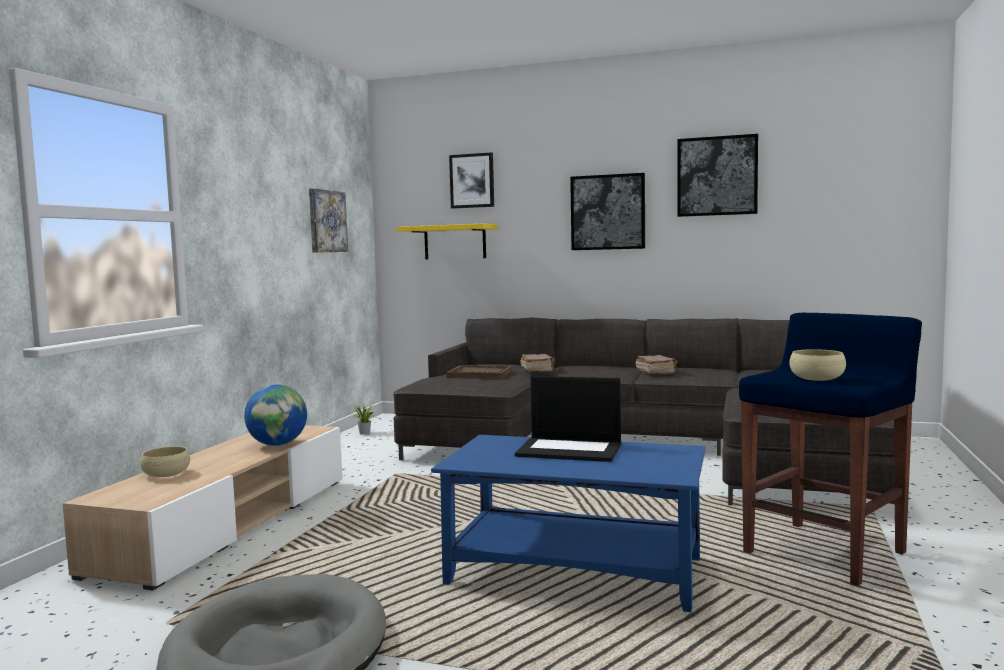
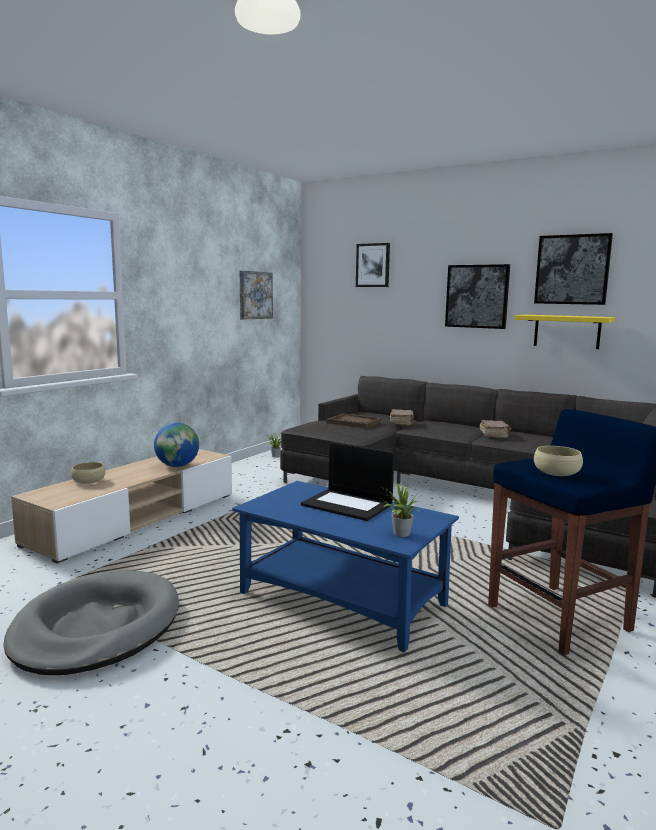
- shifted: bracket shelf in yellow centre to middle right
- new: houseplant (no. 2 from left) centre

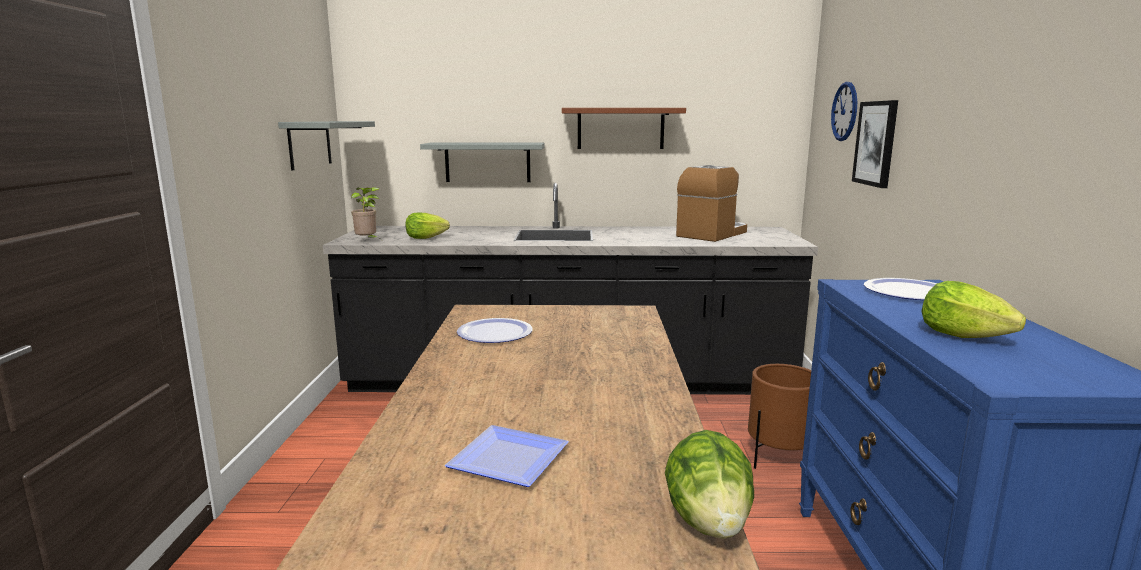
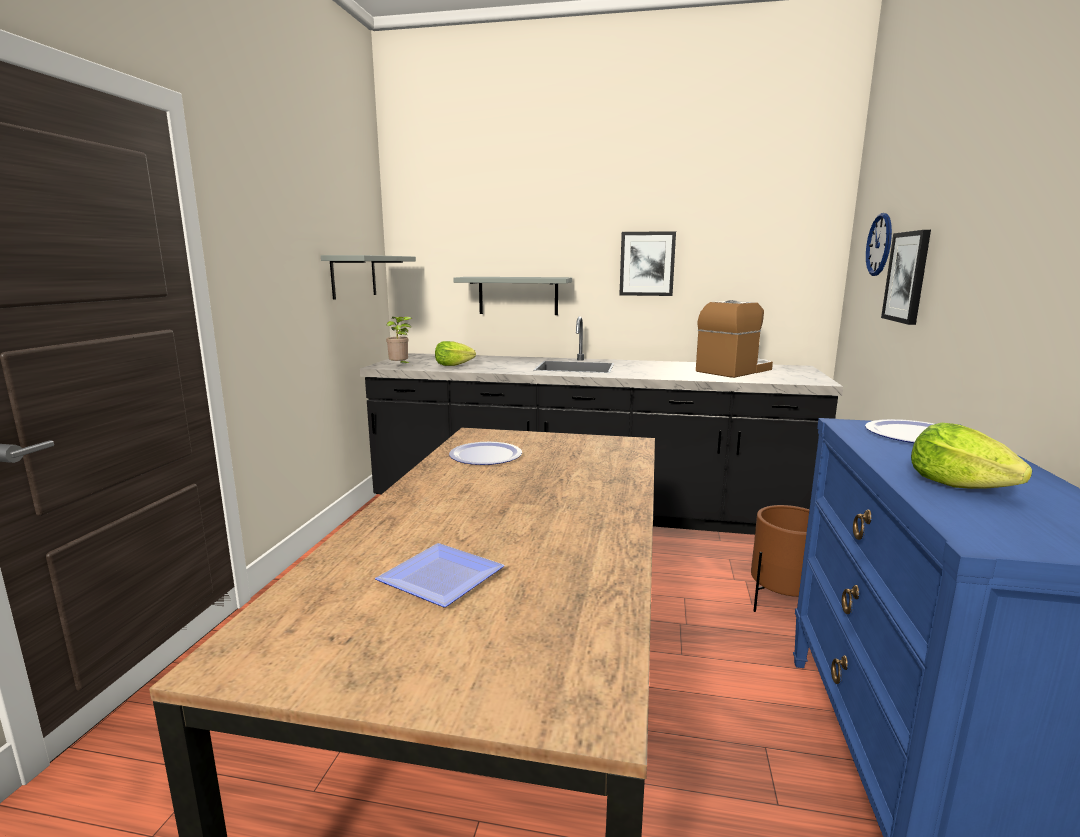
- swapped: bracket shelf in brownish top centre to wall art (no. 1 from left) top centre
- gone: lettuce head (no. 2 from left) bottom centre

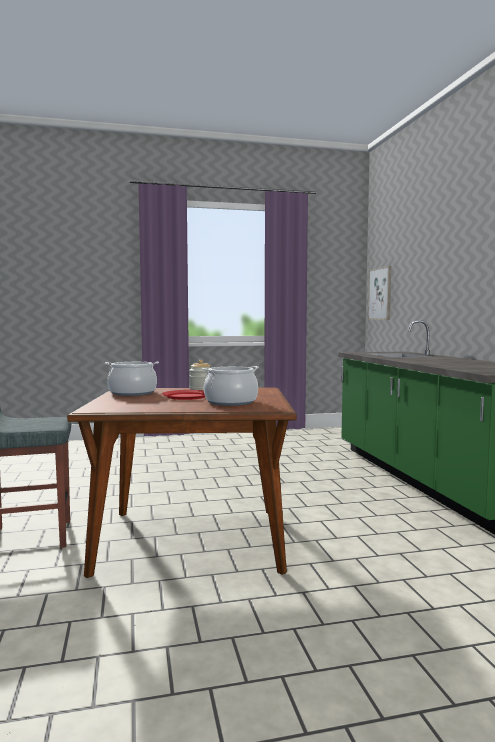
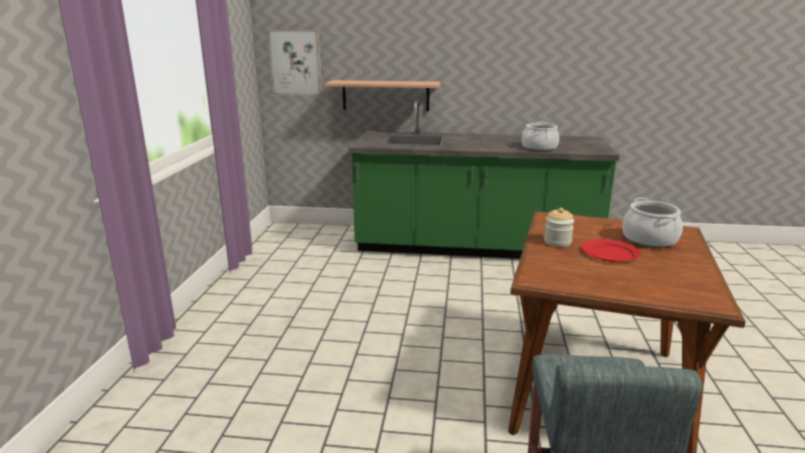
- shifted: cooking pot (no. 1 from left) middle left to top right
- new: bracket shelf top centre

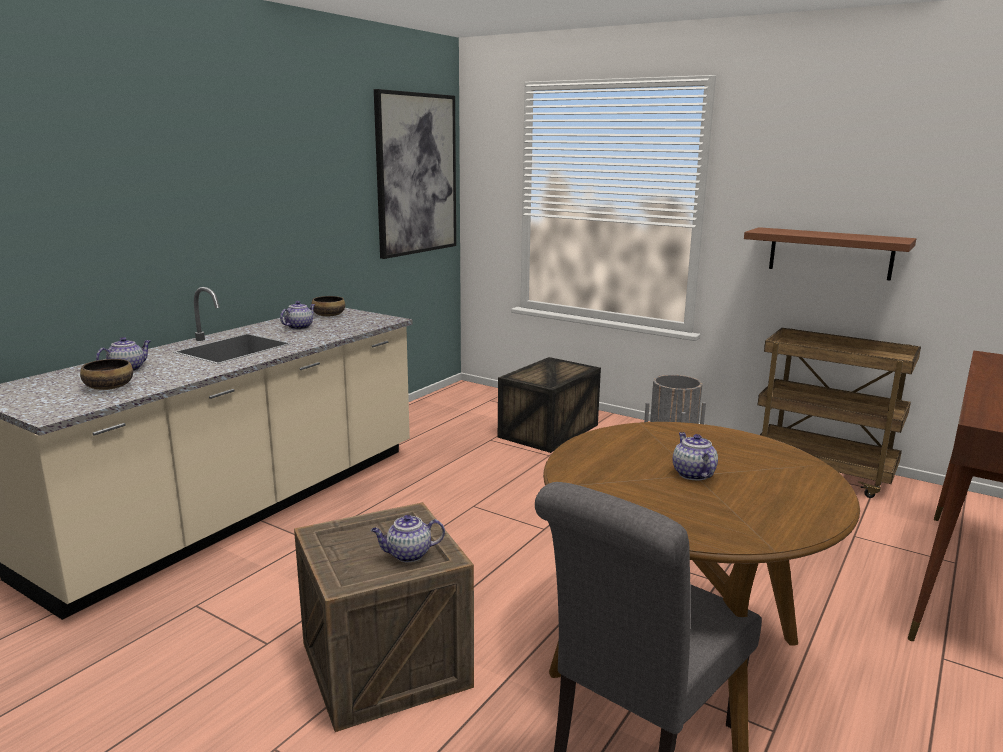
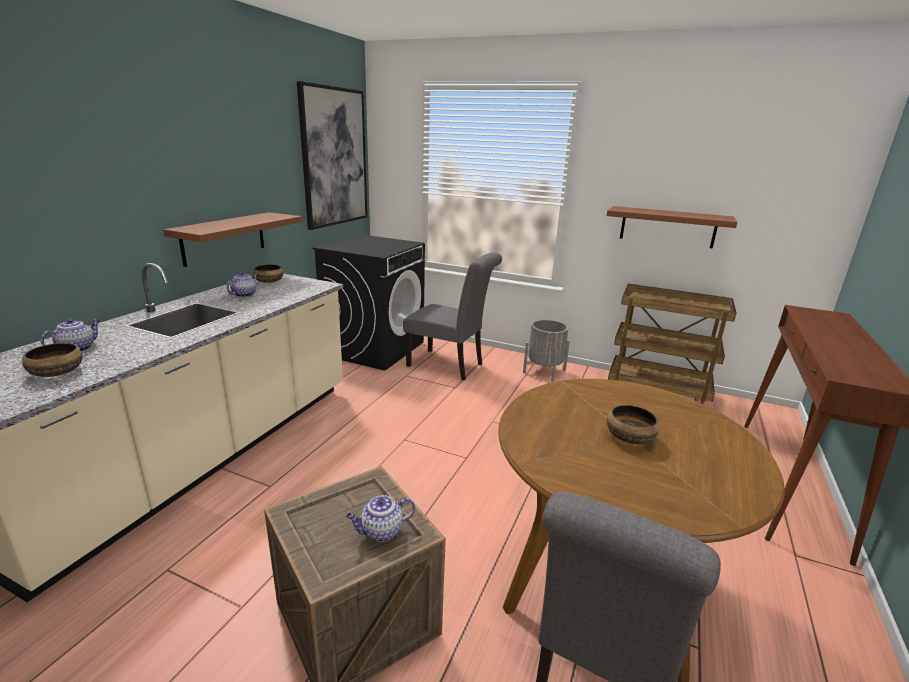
- swapped: crate (no. 2 from left) centre to upright chair in gray (no. 1 from left) centre
- swapped: teapot (no. 4 from left) middle right to deep dish (no. 3 from left) middle right
- new: bracket shelf in brownish (no. 1 from left) middle left
- new: laundry machine in black-coloured centre

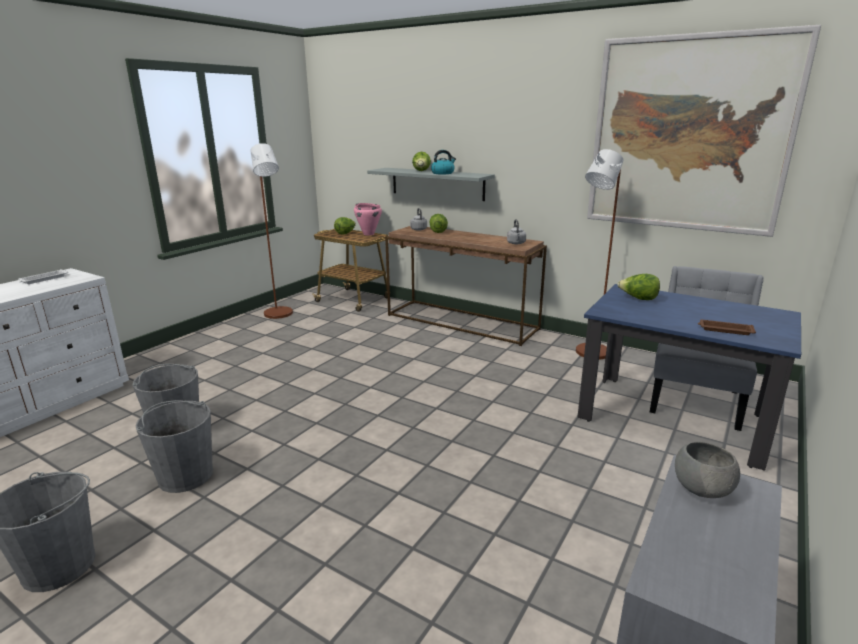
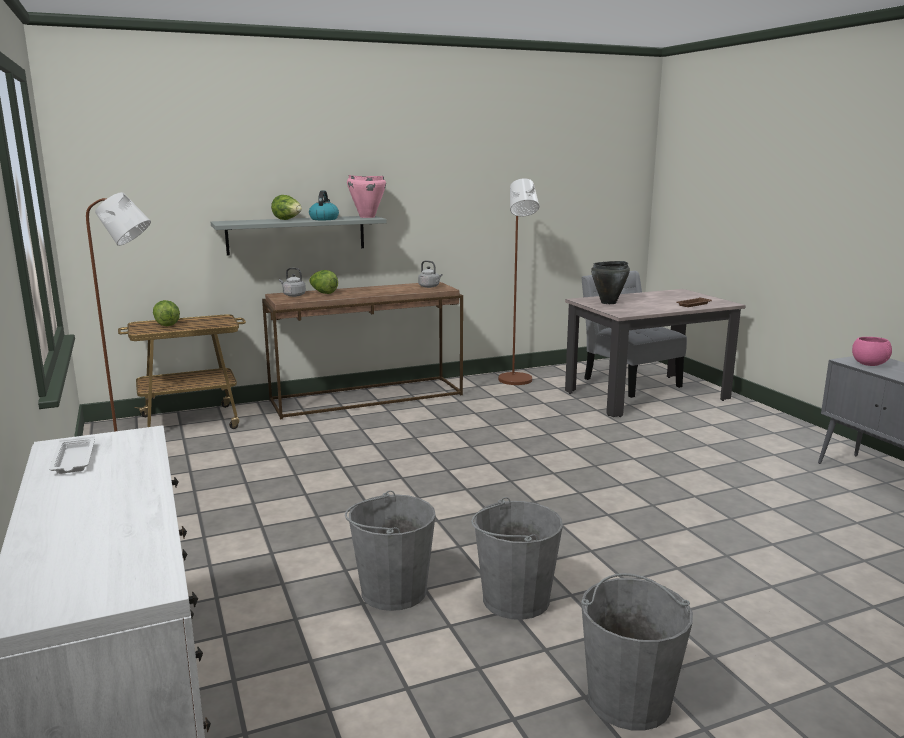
- gone: wall art top right
- shifted: cooking pot in pinkish centre to top centre
- swapped: lettuce head (no. 4 from left) middle right to cooking pot in black-coloured middle right
- repainted: dining table in blue-coloured middle right to dining table in beige-coloured middle right
- repainted: deep dish in gray bottom right to deep dish in pinkish middle right

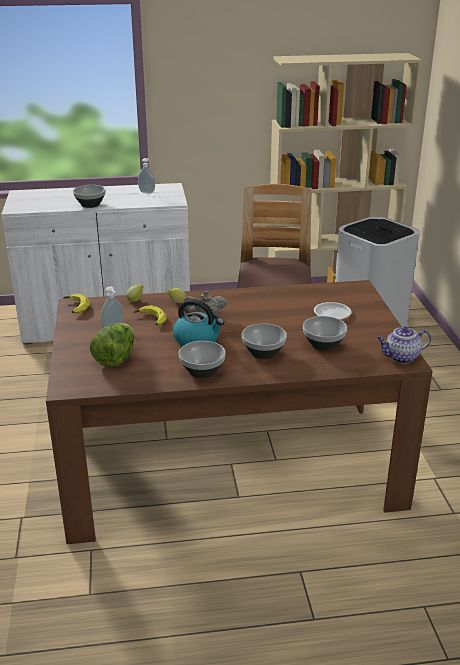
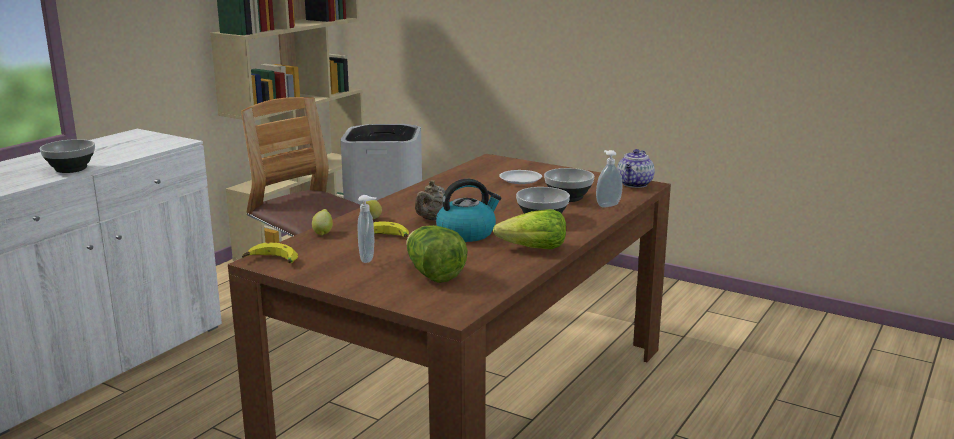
- shifted: liquid soap bottle (no. 2 from left) top left to centre
- swapped: deep dish (no. 2 from left) centre to lettuce head (no. 2 from left) centre

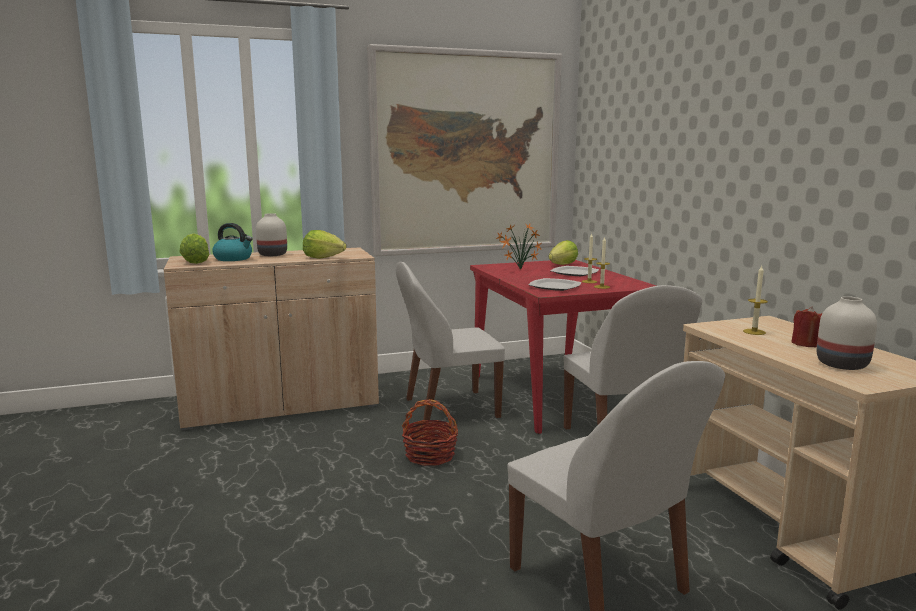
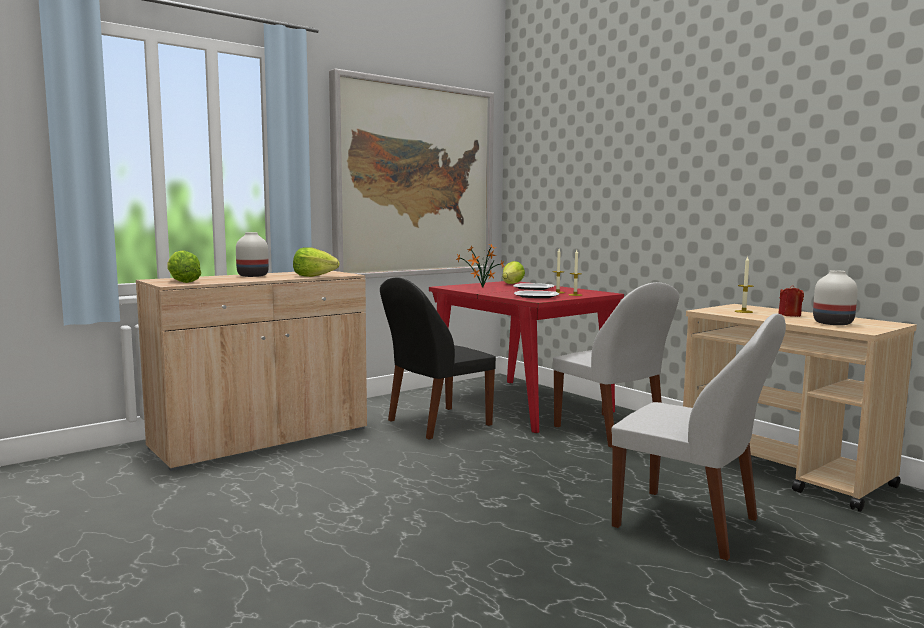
- gone: tea kettle middle left
- repainted: upright chair in white-coloured (no. 1 from left) centre to upright chair in black-coloured centre
- gone: household basket bottom centre

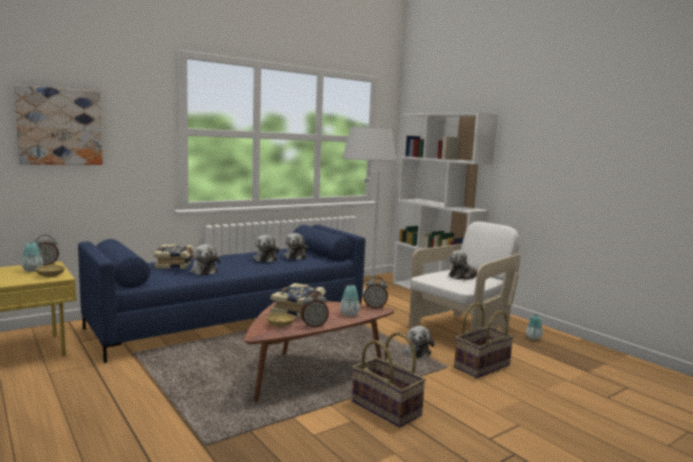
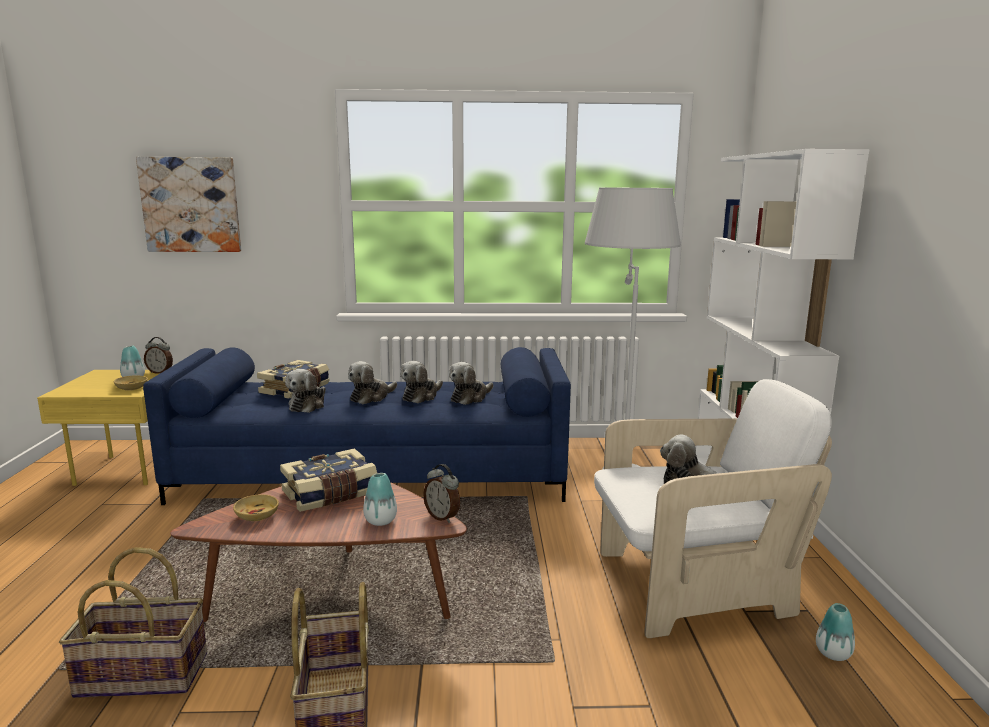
- gone: table clock (no. 2 from left) bottom centre
- shifted: household basket (no. 2 from left in the first image) bottom right to household basket (no. 1 from left) bottom left
- shifted: cuddly toy (no. 4 from left in the first image) bottom centre to cuddly toy (no. 2 from left) centre

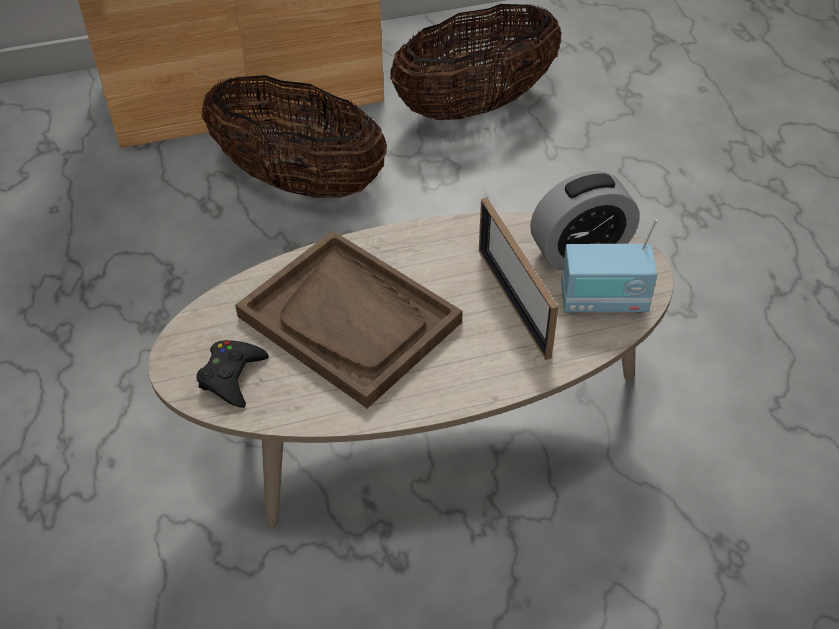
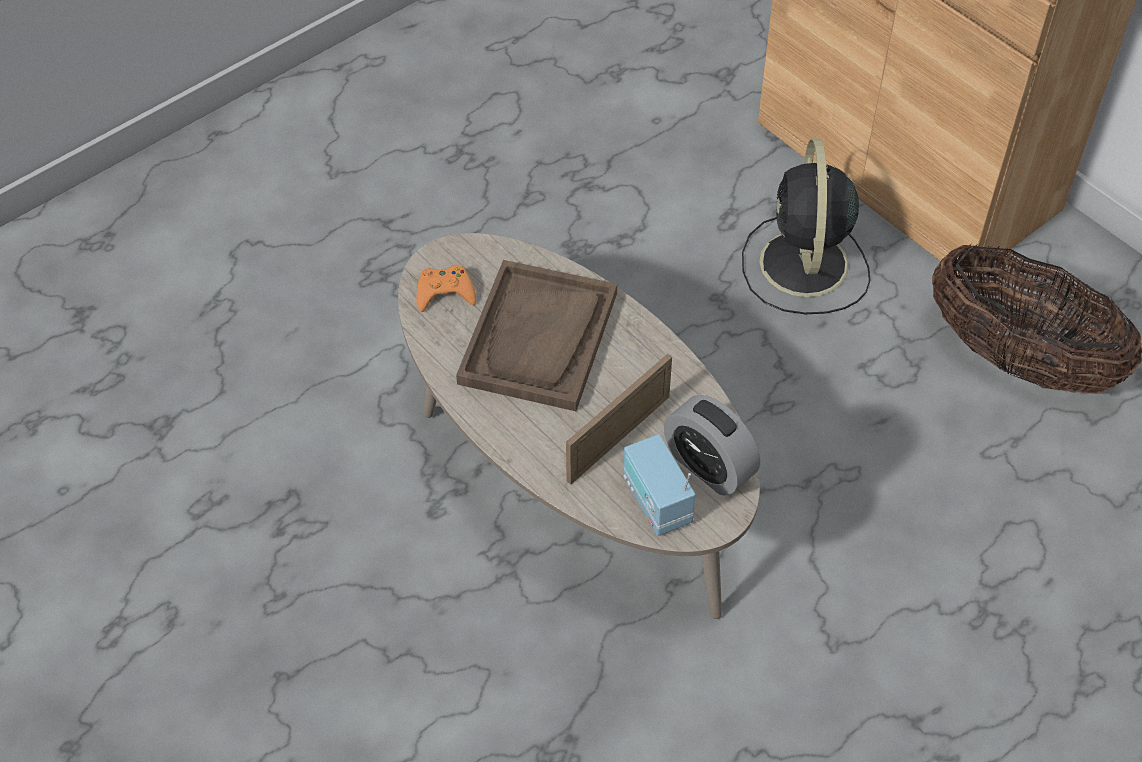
- swapped: household basket (no. 1 from left) top centre to fan in black-coloured top right
- repainted: joypad in black-coloured middle left to joypad in orange centre

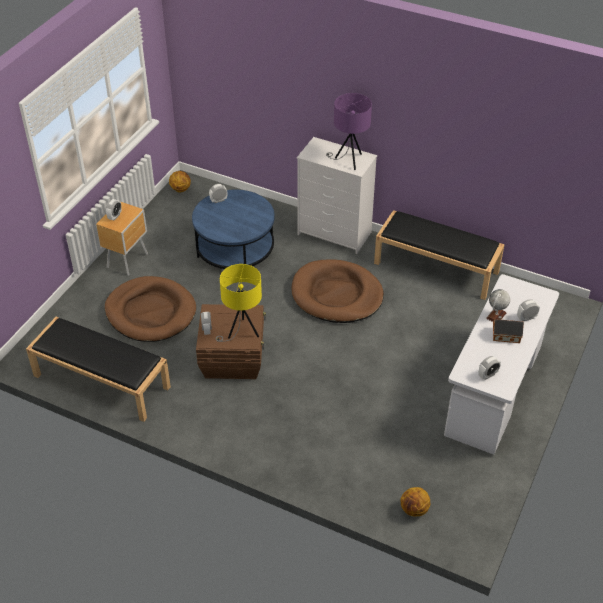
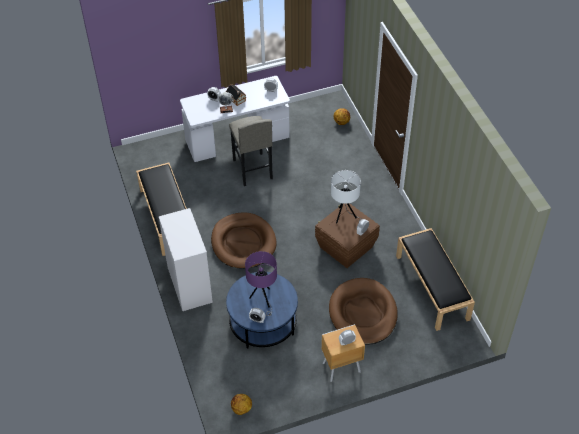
- shifted: lamp for a table in purple-coloured top centre to centre
- repainted: lamp for a table in yellow centre to lamp for a table in white-coloured centre
- new: stool seat in gray centre

